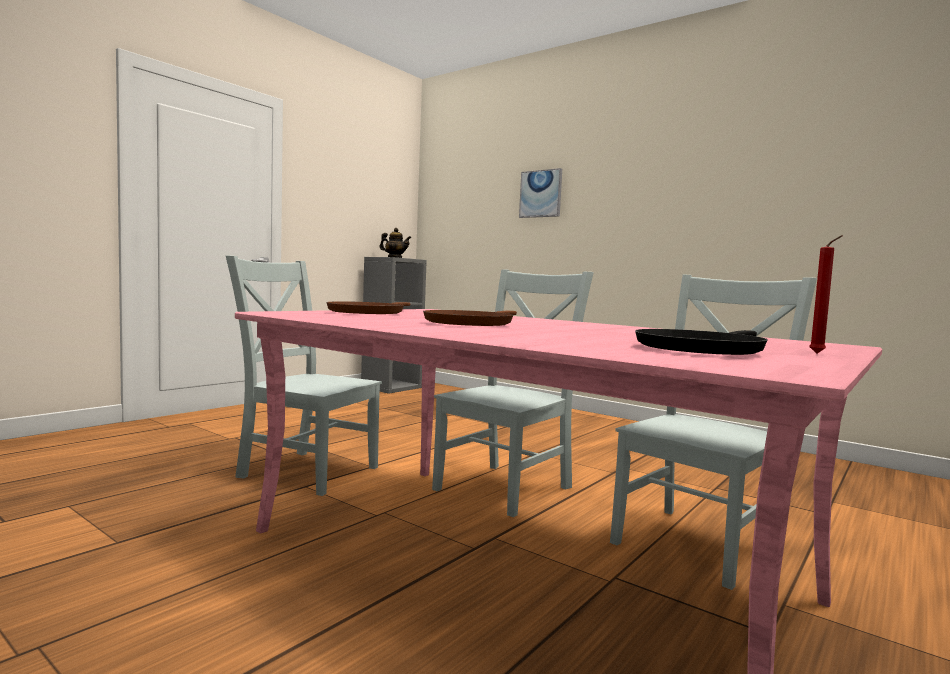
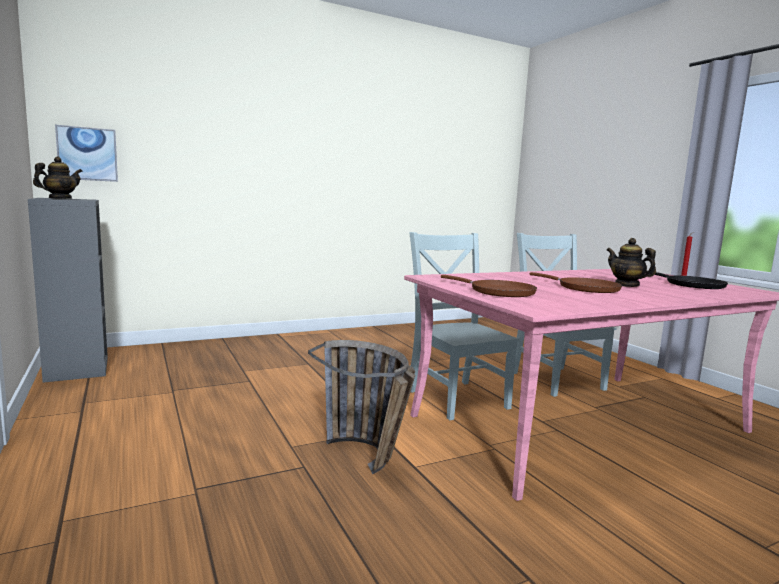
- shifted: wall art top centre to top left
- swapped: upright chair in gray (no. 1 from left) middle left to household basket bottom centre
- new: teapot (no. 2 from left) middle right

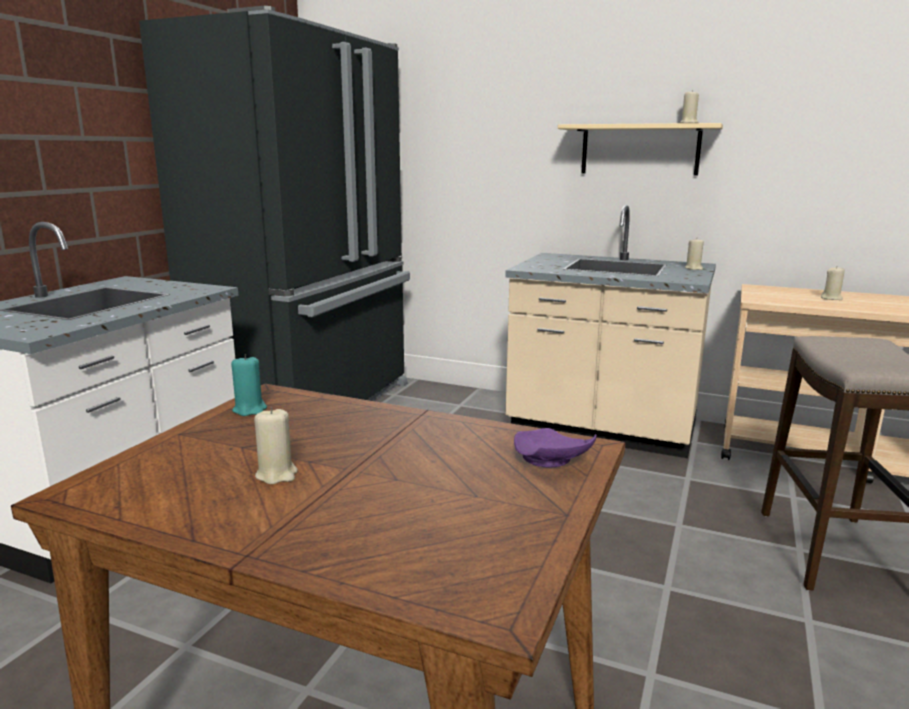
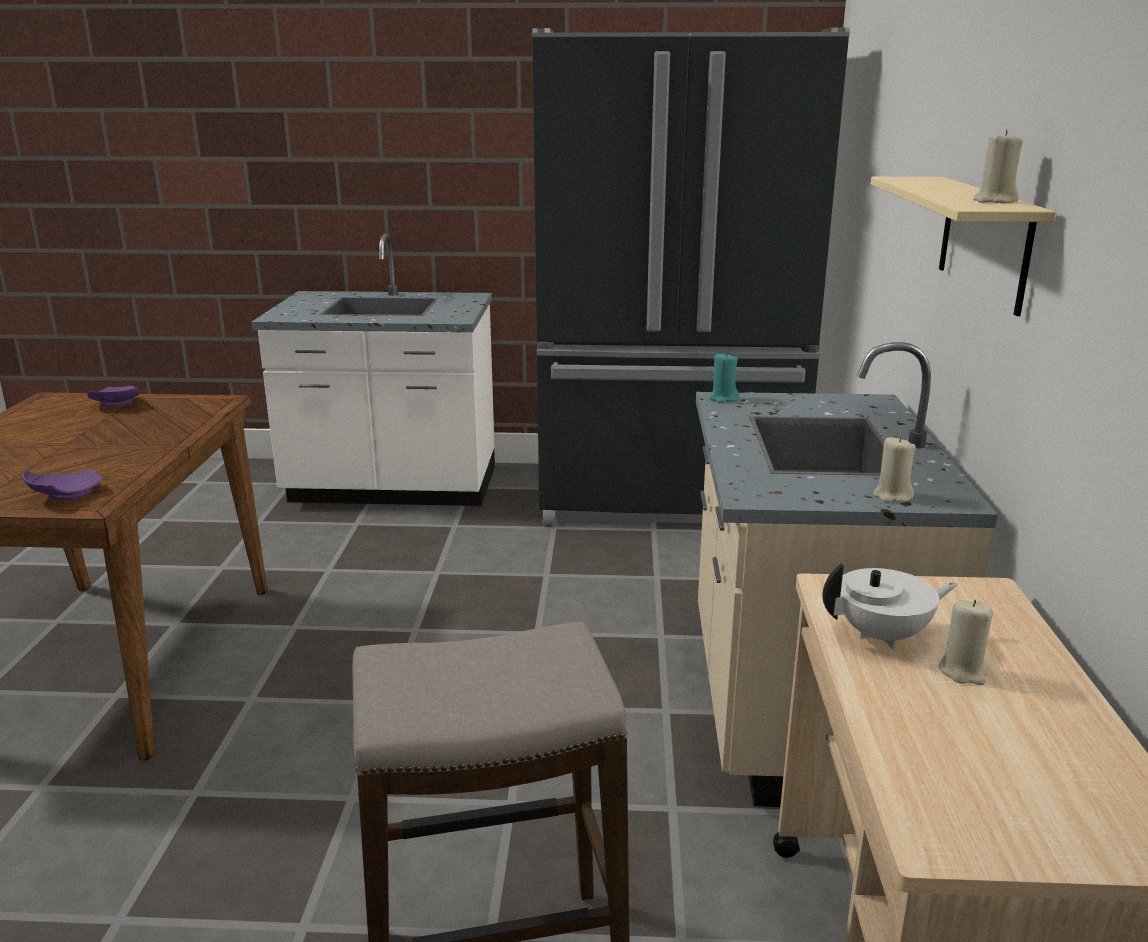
- shifted: candle in blue-green middle left to centre
- gone: candle in beige-coloured (no. 1 from left) middle left
- new: plate in purple-coloured (no. 2 from left) middle left
- new: teapot in white-coloured middle right

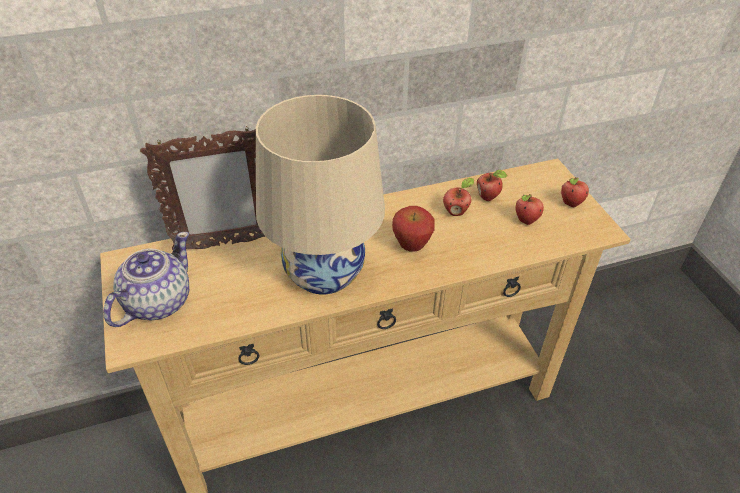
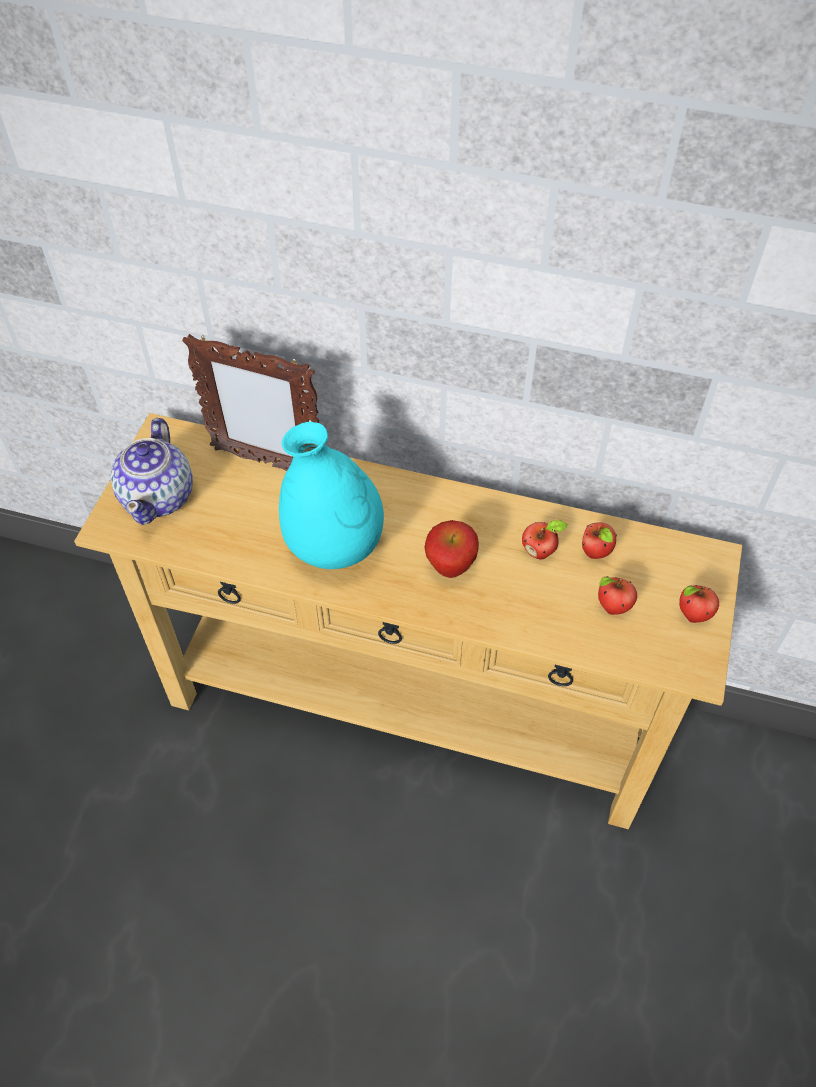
- swapped: lamp for a table in beige-coloured centre to decorative vase in blue-green centre
- rotated: teapot middle left = middle left 120 degrees clockwise

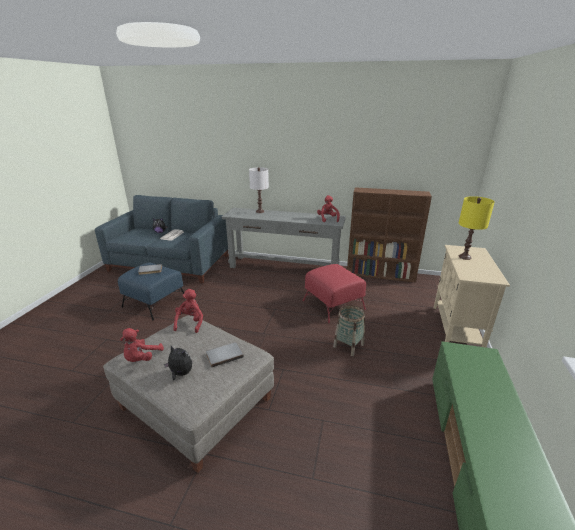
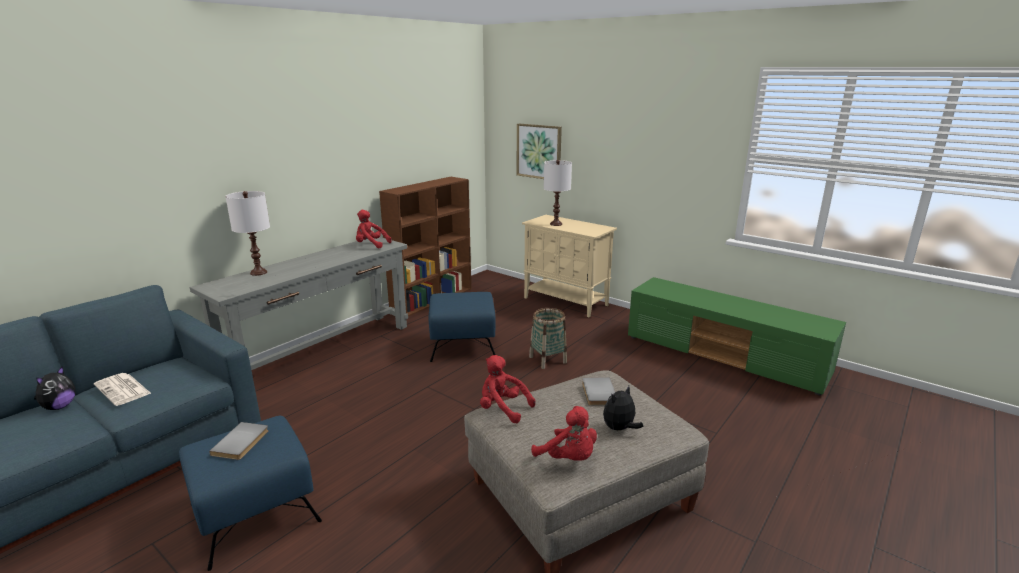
- repainted: lamp for a table in yellow middle right to lamp for a table in white-coloured (no. 2 from left) centre
- repainted: ottoman in red centre to ottoman in blue-coloured (no. 2 from left) centre
- new: wall art top centre

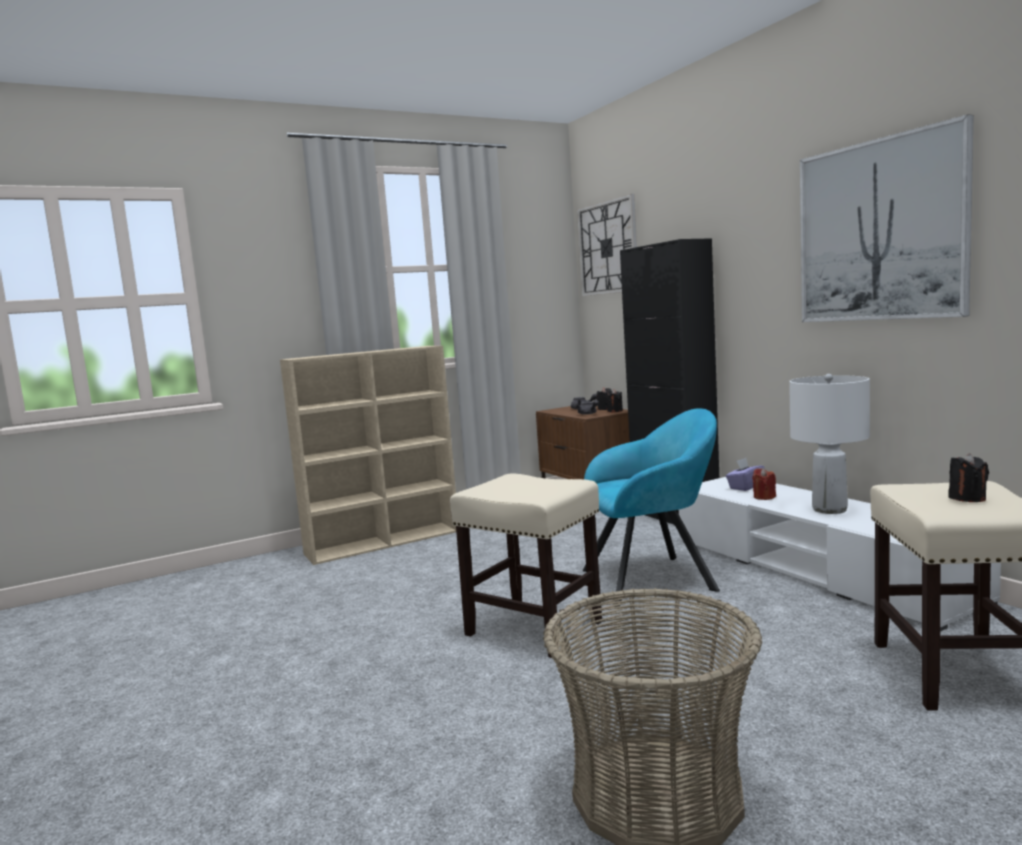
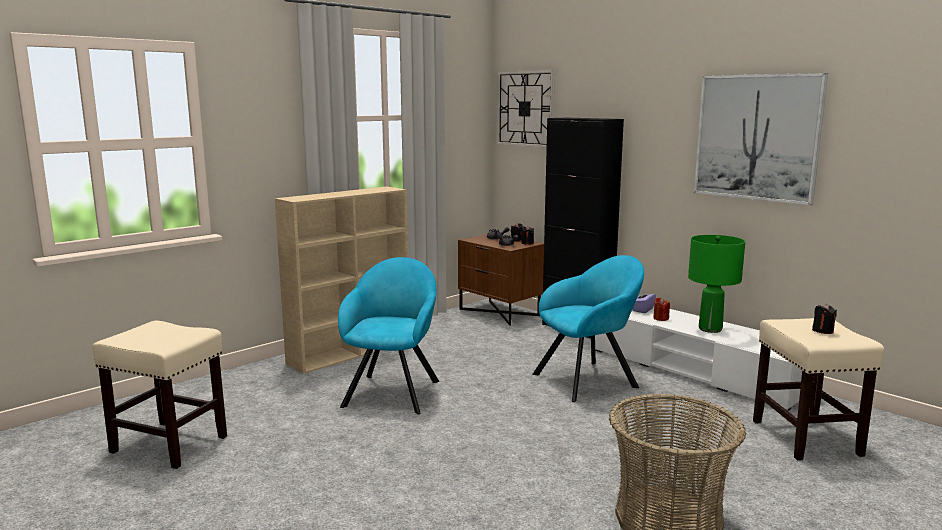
- repainted: lamp for a table in white-coloured middle right to lamp for a table in greenish middle right
- shifted: stool seat in beige-coloured (no. 1 from left) bottom centre to bottom left
- new: lounge chair in blue-green (no. 1 from left) centre

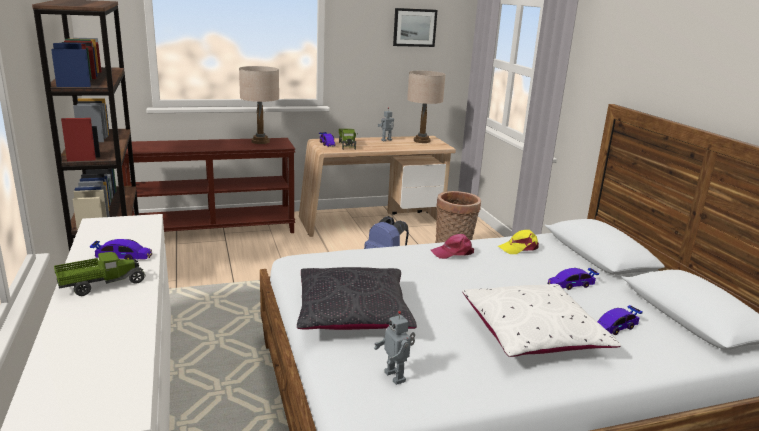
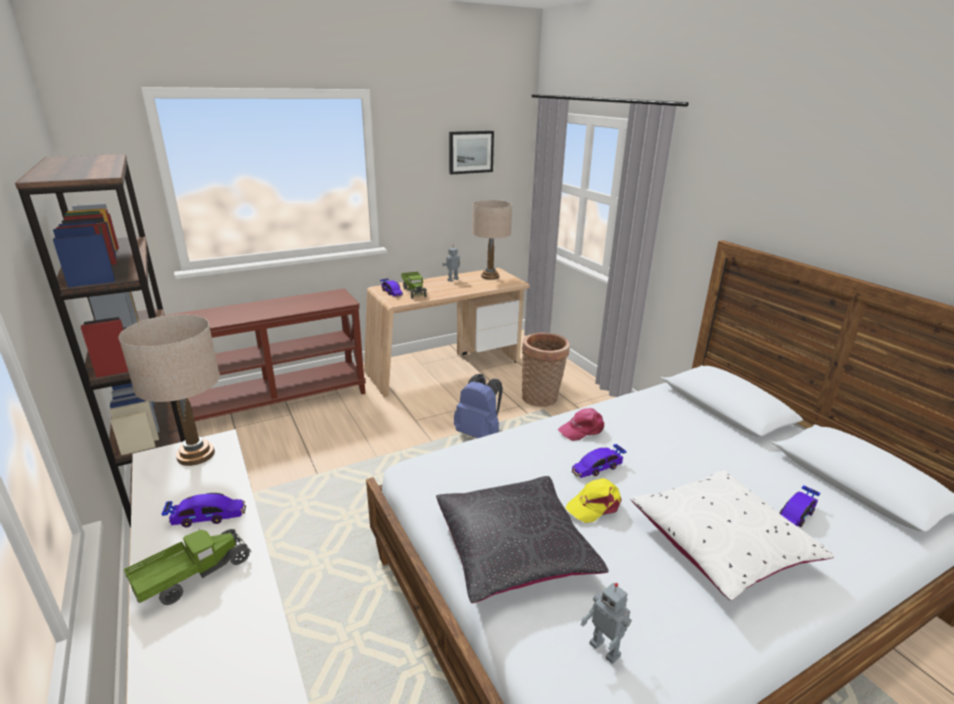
- shifted: lamp for a table in beige-coloured (no. 1 from left) top centre to middle left
- shifted: cap in yellow middle right to bottom centre
- shifted: model car (no. 3 from left) middle right to centre

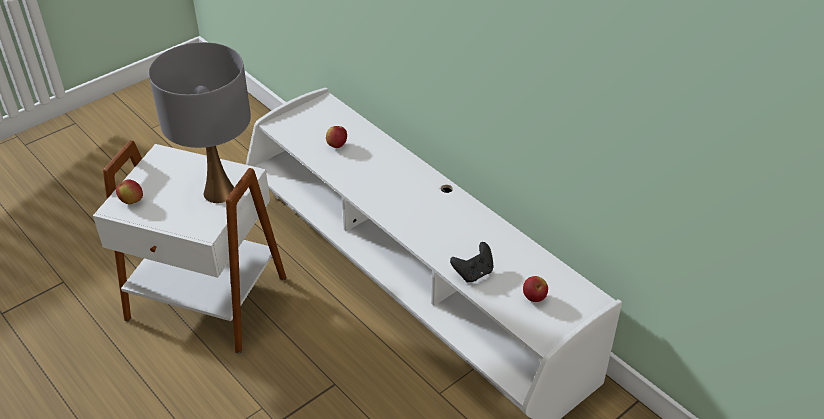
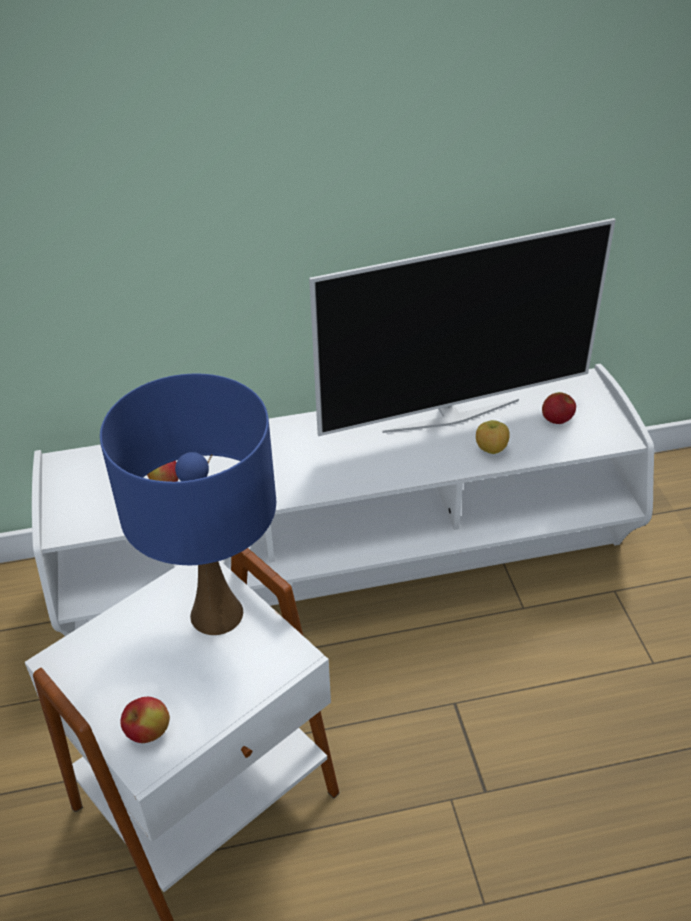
- repainted: lamp for a table in gray top left to lamp for a table in blue-coloured middle left
- swapped: joypad in black-coloured centre to apple (no. 3 from left) middle right
- new: television middle right

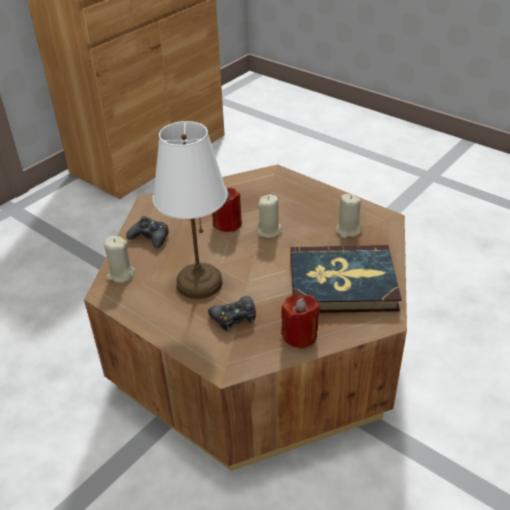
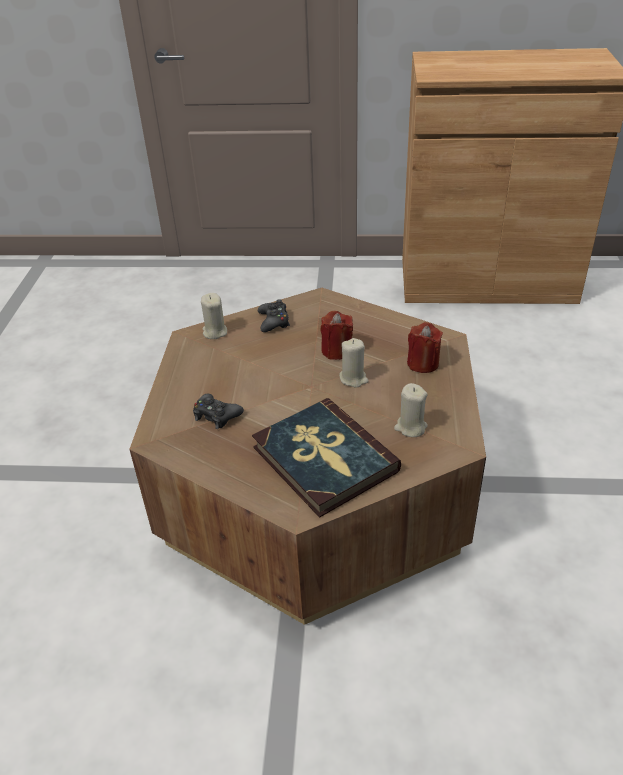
- gone: lamp for a table in white-coloured centre
- shifted: candle in red (no. 2 from left) centre to middle right

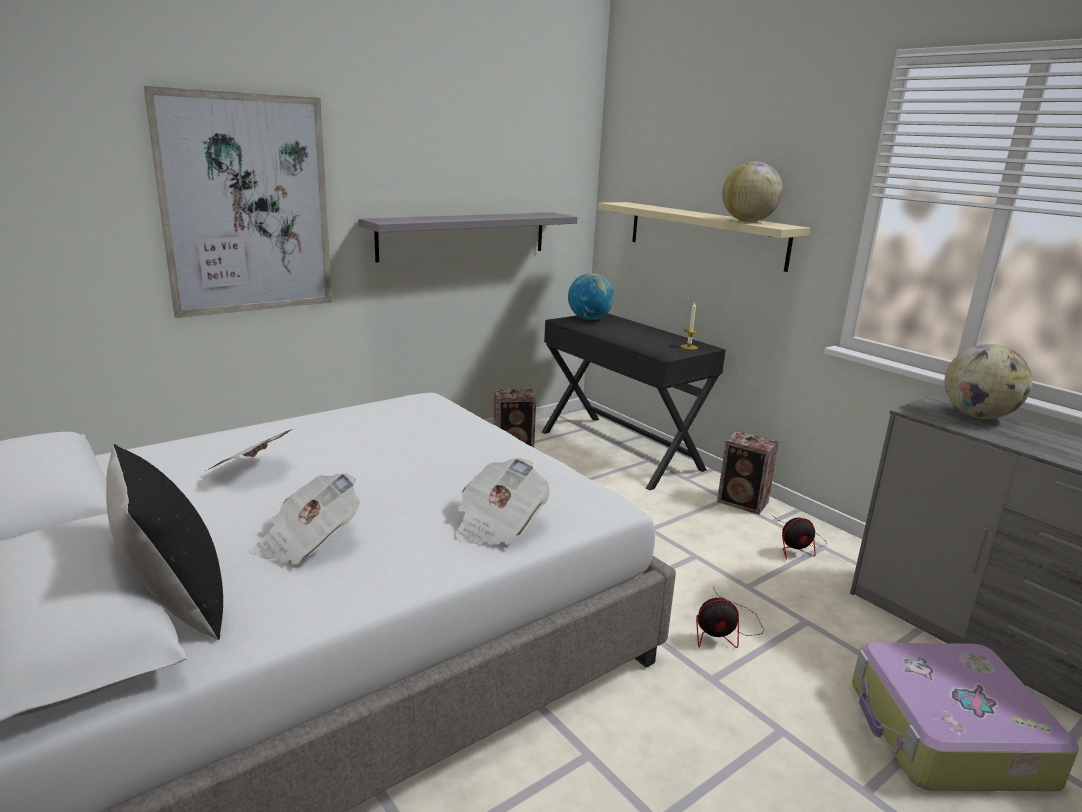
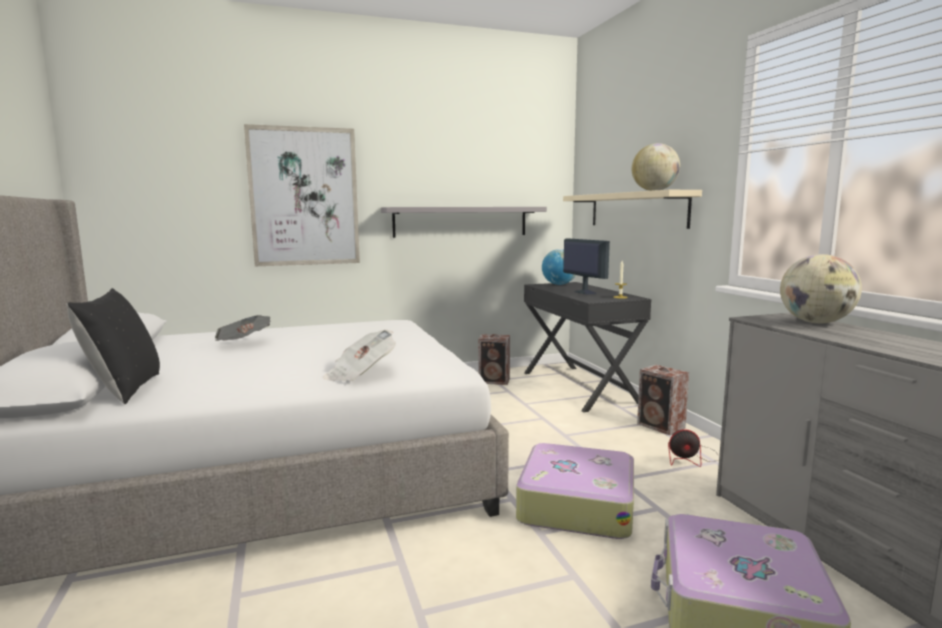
- gone: daily paper (no. 2 from left) middle left
- swapped: fan (no. 1 from left) bottom right to piece of luggage (no. 1 from left) bottom centre
- new: monitor centre

